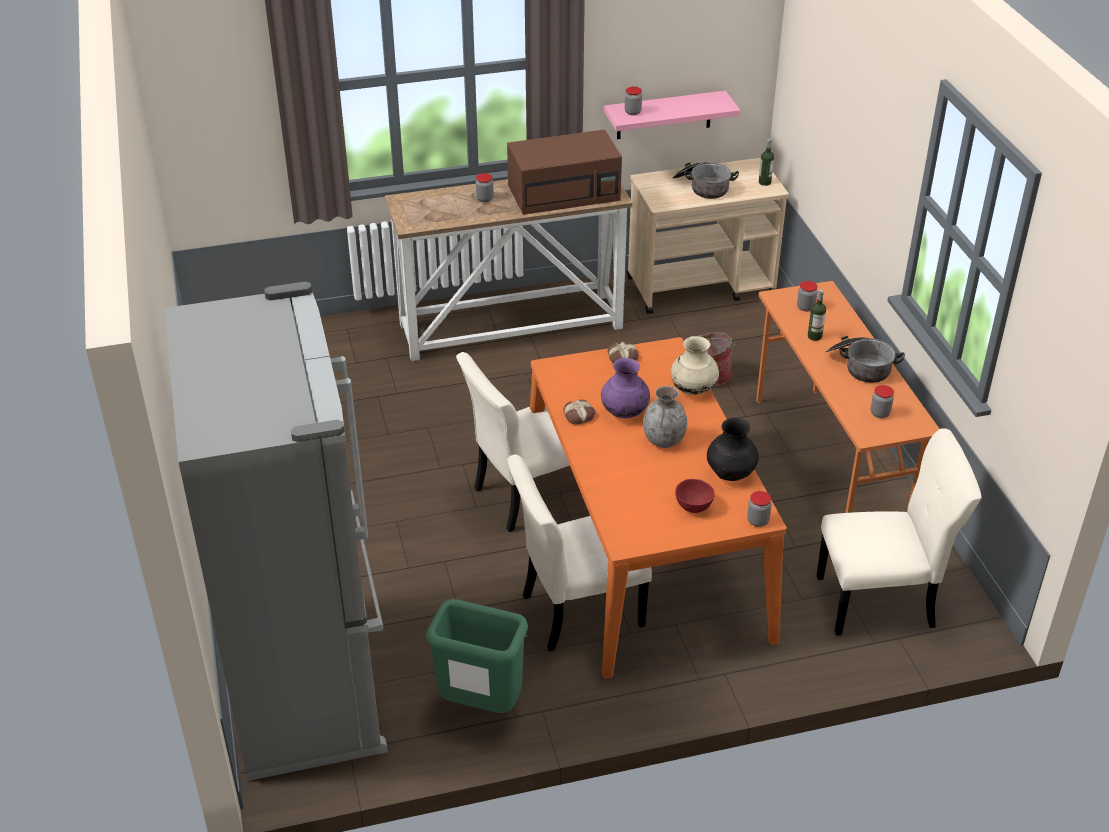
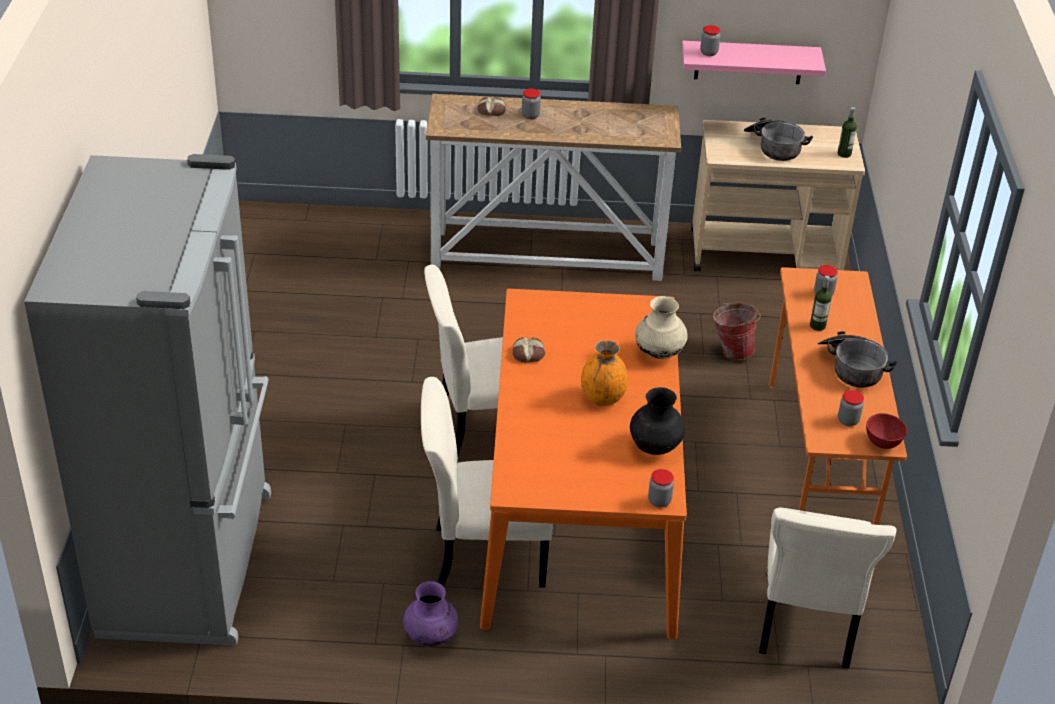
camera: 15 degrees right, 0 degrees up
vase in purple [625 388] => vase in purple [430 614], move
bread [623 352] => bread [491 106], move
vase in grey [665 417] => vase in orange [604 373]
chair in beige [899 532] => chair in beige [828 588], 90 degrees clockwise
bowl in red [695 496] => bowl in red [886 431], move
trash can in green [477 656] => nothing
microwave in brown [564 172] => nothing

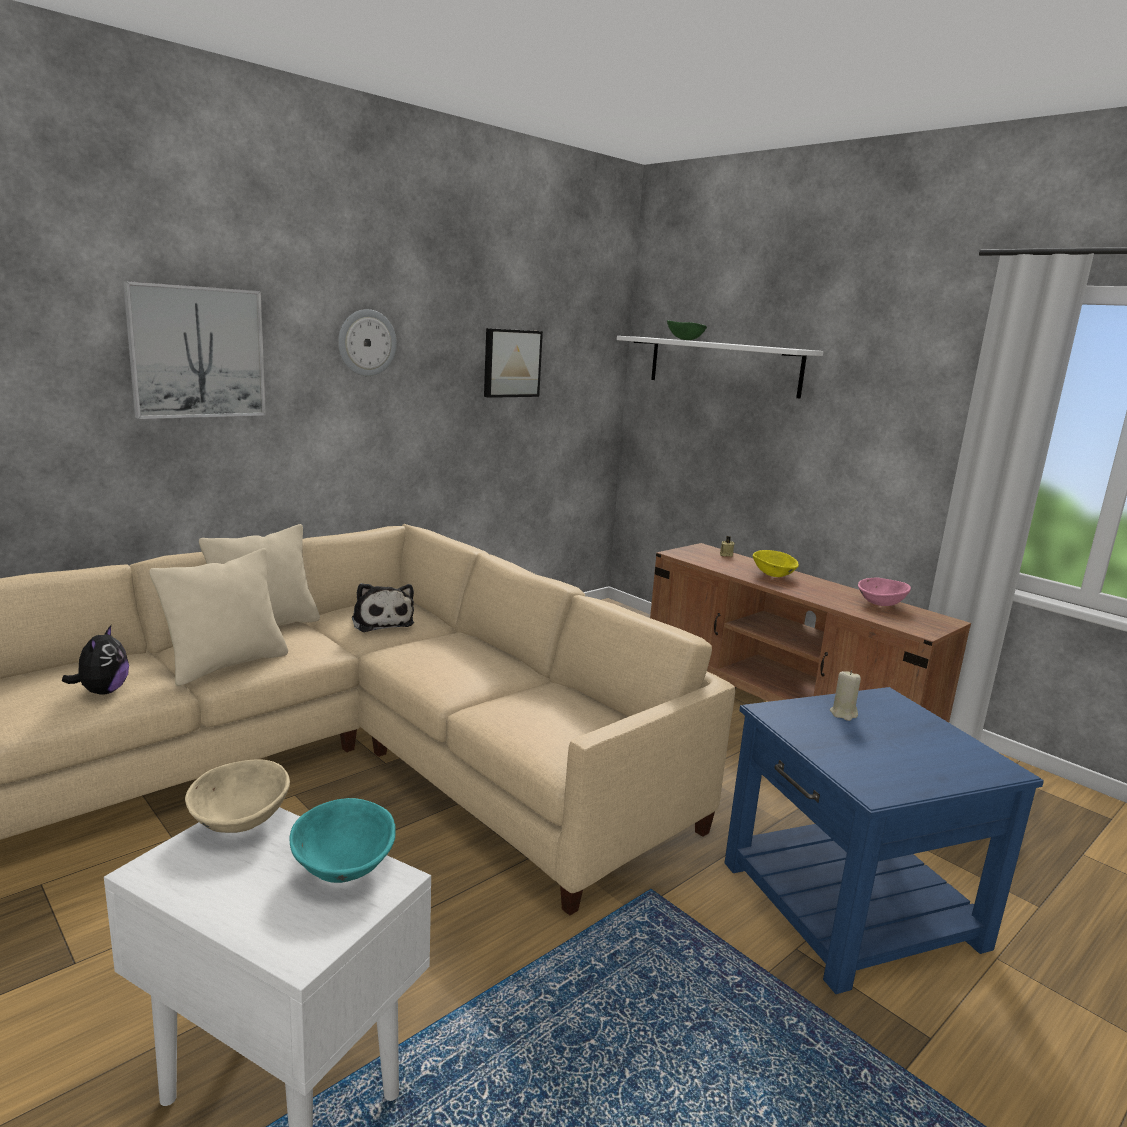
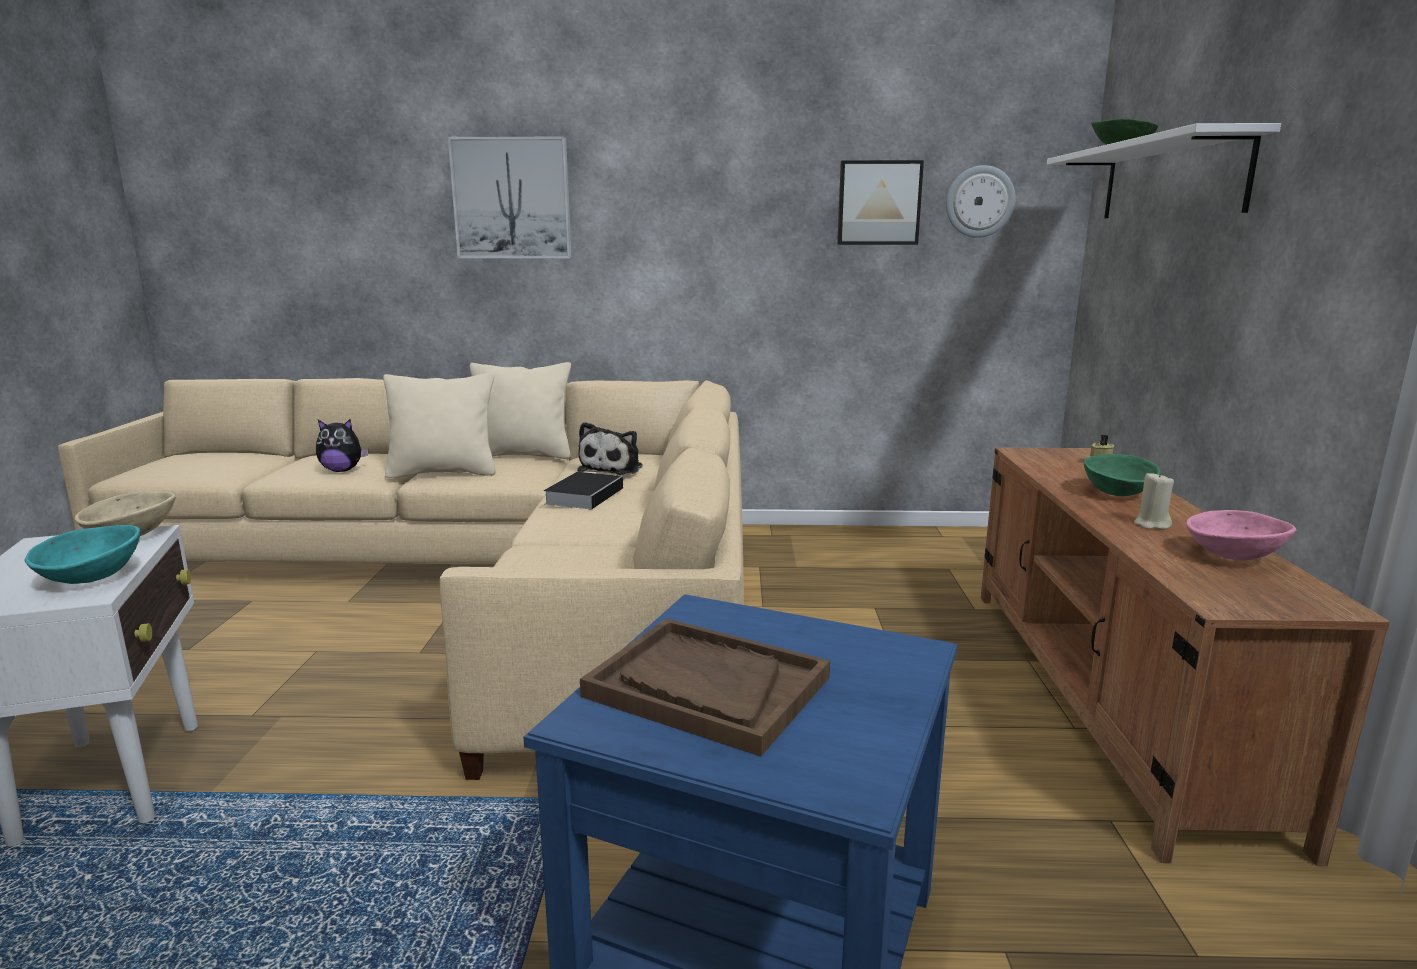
camera: 45 degrees right, 0 degrees up
plush toy [95 660] => plush toy [342 445], 45 degrees clockwise
nothing => book [583 491]
nothing => tray in brown [705 687]
wall clock [367 342] => wall clock [980 201], move
bowl in yellow [776 563] => bowl in green [1122 475]
candle in beige [845 696] => candle in beige [1154 500], move

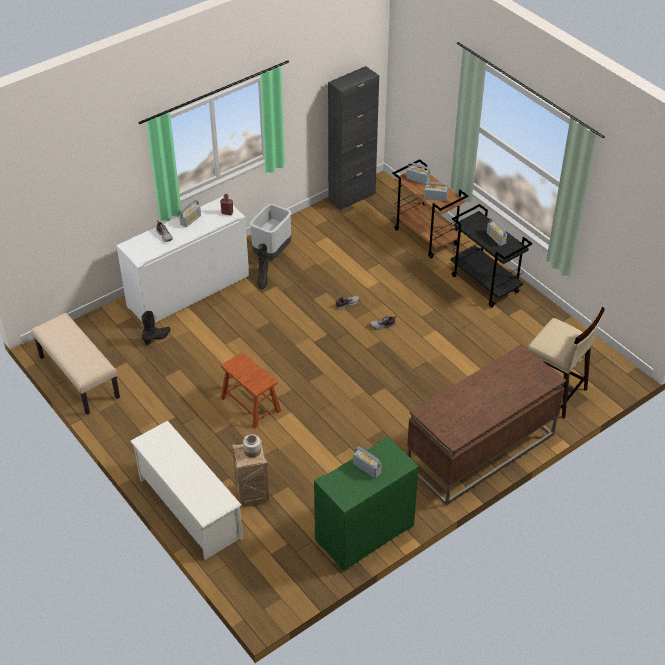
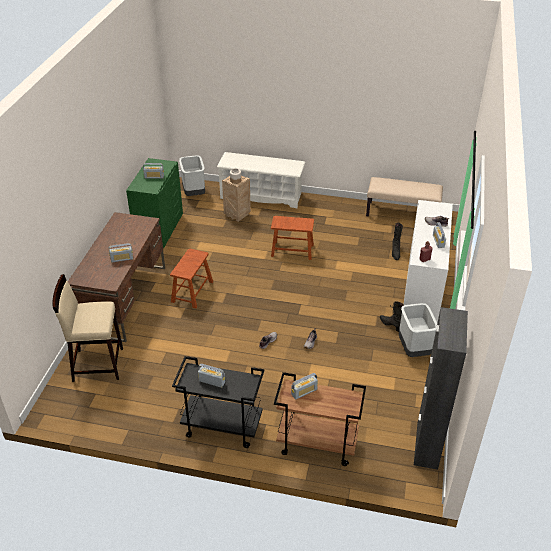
camera: 140 degrees right, 5 degrees down
radio [418 173] => radio [121 252], move
nothing => stool in brown [191 278]
nothing => trash can in grey [192 175]

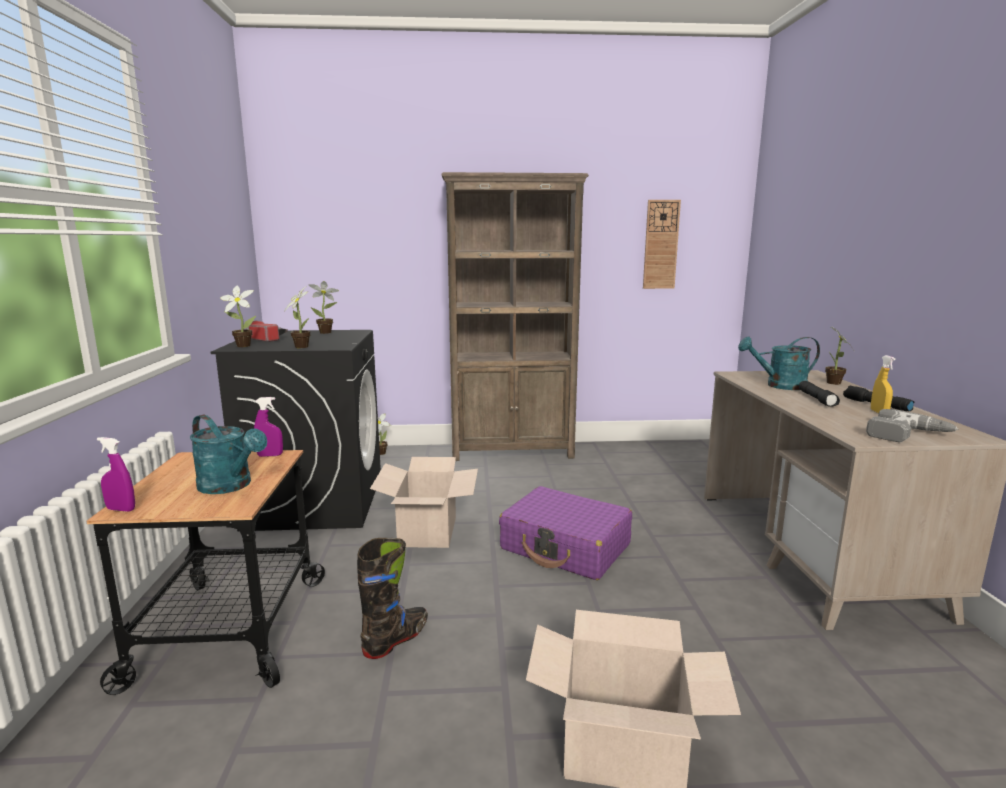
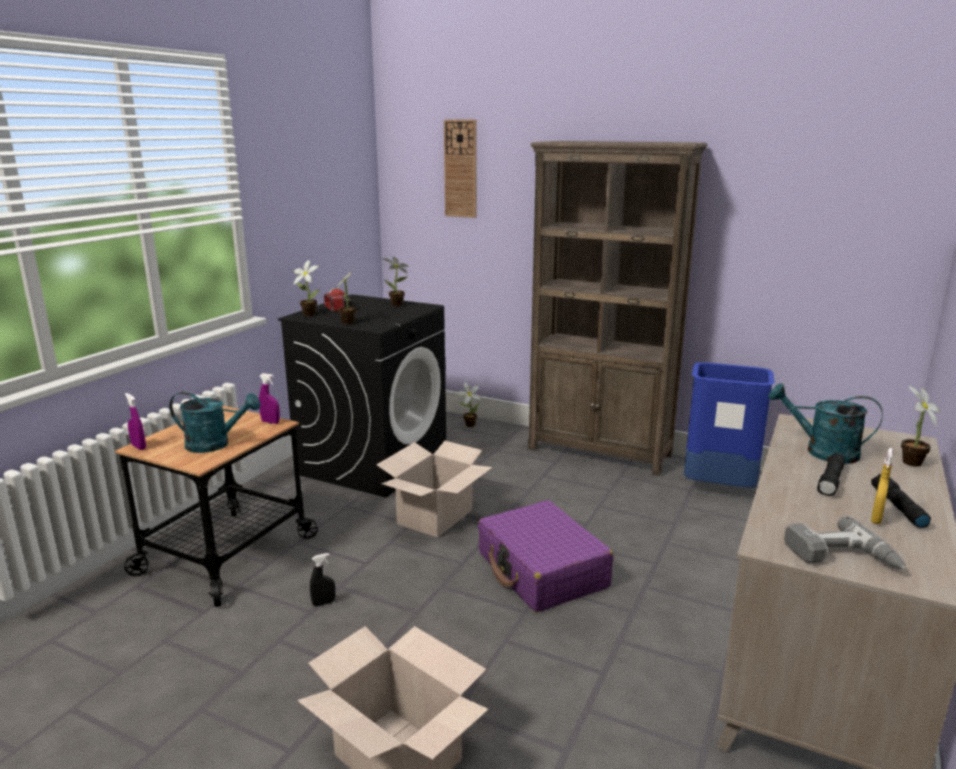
camera: 30 degrees right, 5 degrees up
watering can in turquoise [228 454] => watering can in turquoise [214 422], 60 degrees counterclockwise
boot in black [392 598] => spray bottle in black [322 579]
wall clock [662 244] => wall clock [460 169], move
nothing => trash can in blue [729 425]

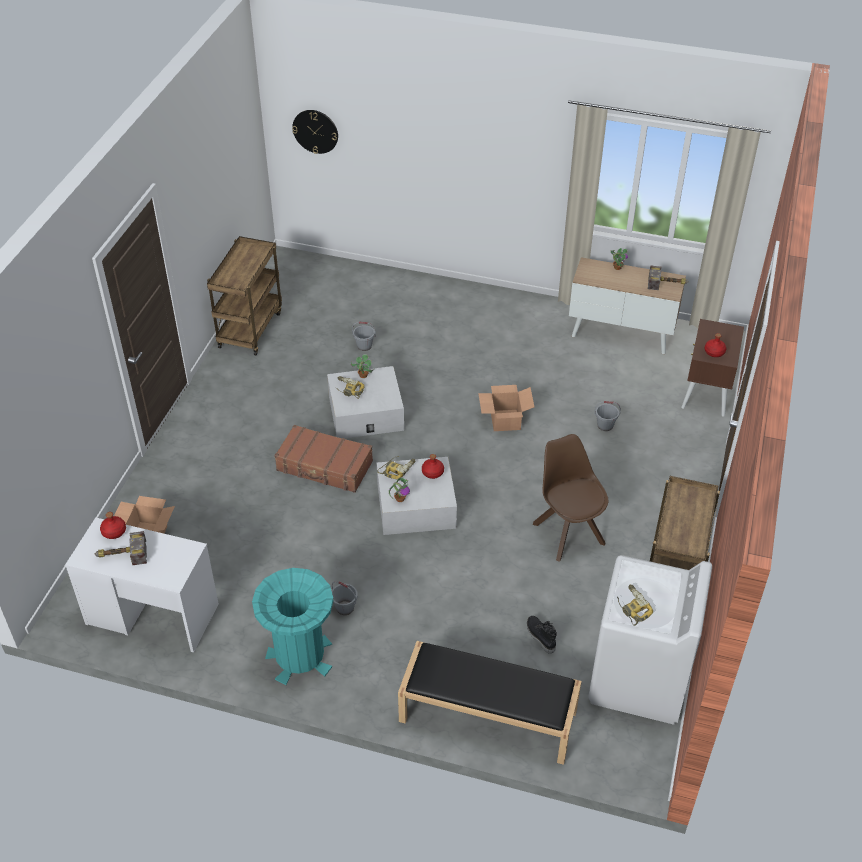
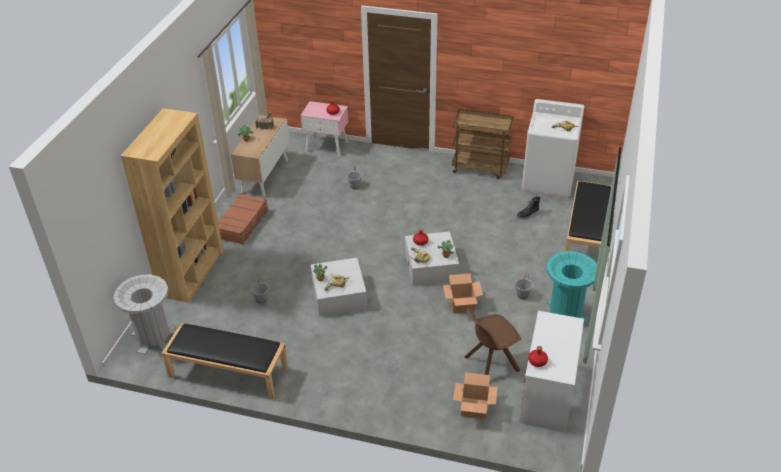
camera: 90 degrees left, 5 degrees down
nothing => trash can in grey [144 314]
nothing => bookcase in brown [172 205]
cart in brown [244 295] => bench in black [225 361]
suitcase in brown [323 459] => suitcase in brown [243 218], move
nightstand in brown [712 368] => nightstand in pink [324 129]
cardboard box [506 408] => cardboard box [463 293], move
chair in brown [570 498] => chair in brown [492 341], move
hammer [121 548] => nothing
wall clock [315 132] => nothing

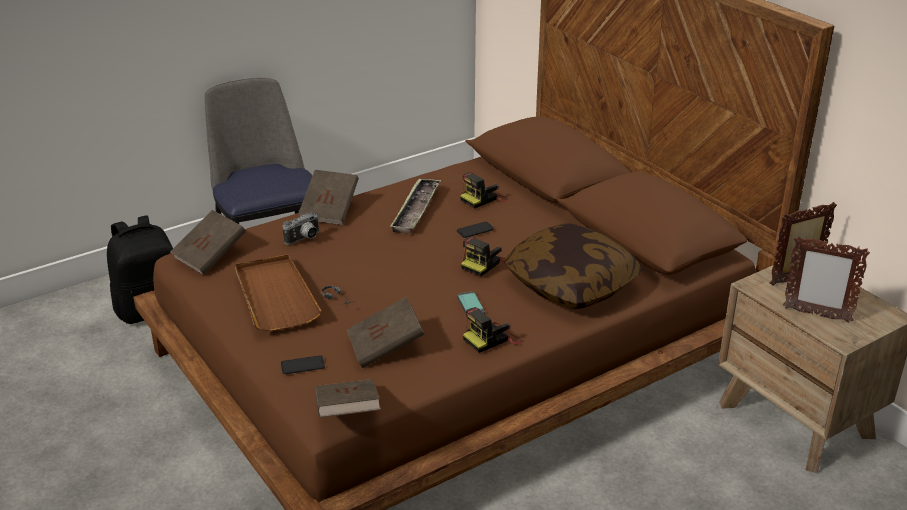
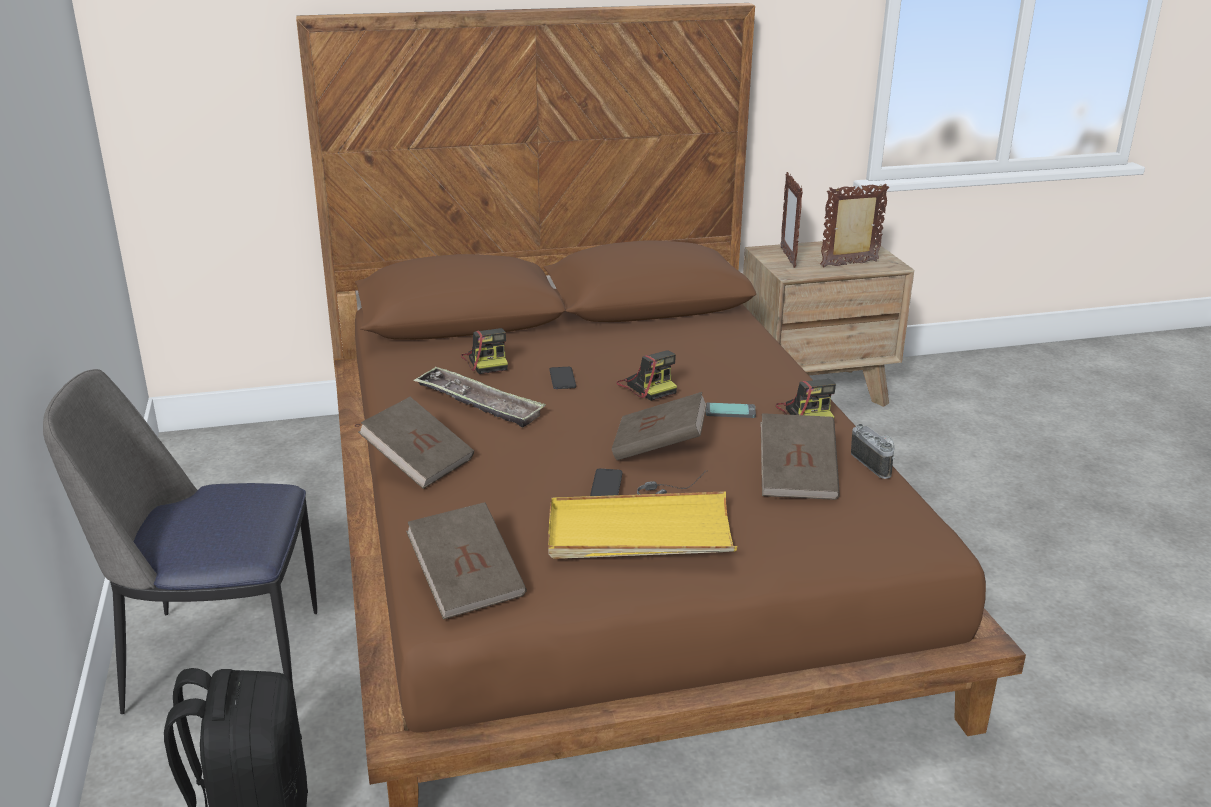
camera: 70 degrees left, 5 degrees down
tray in brown [278 292] => tray in yellow [642 525]
phone [303 364] => phone [606 482], move
book in brown [348 398] => book in brown [659 426], move
picture frame [826 279] => picture frame [854 225], 150 degrees counterclockwise
photo camera [301 228] => photo camera [873 451], move
pillow [572 266] => nothing

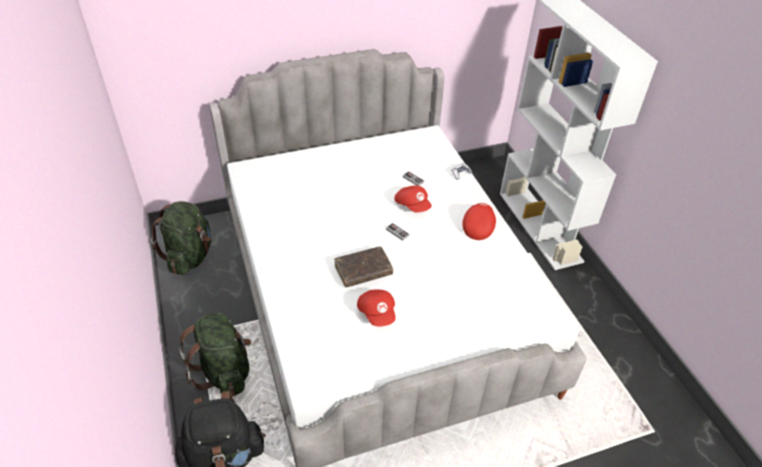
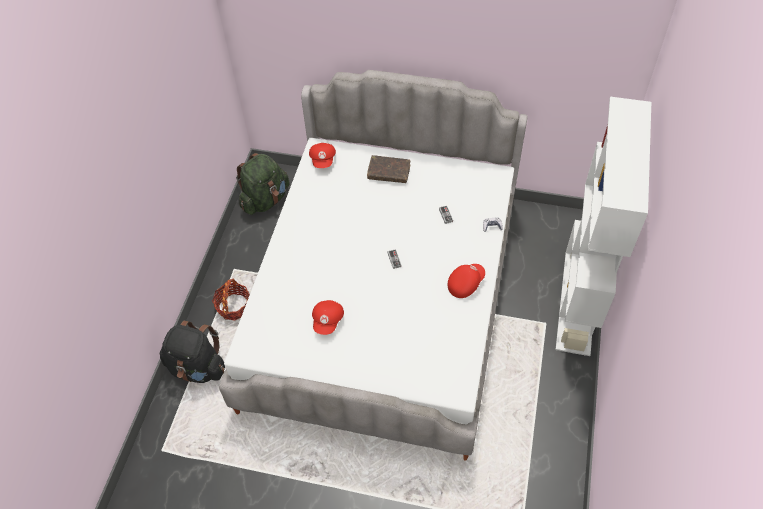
camera: 35 degrees right, 10 degrees up
backpack in green [215 355] => basket [231 300]
cap in red [413 199] => cap in red [322 155], move
book in brown [363 266] => book in brown [388 169], move

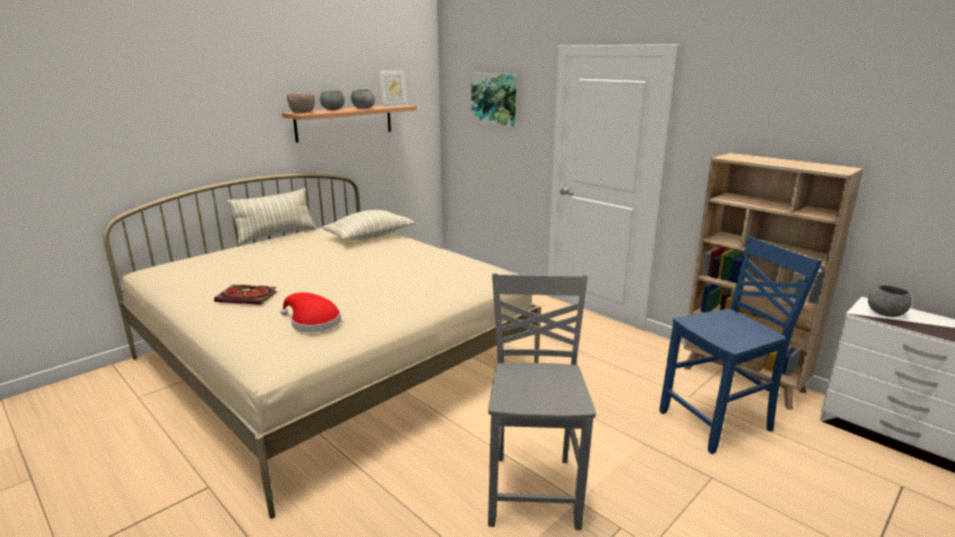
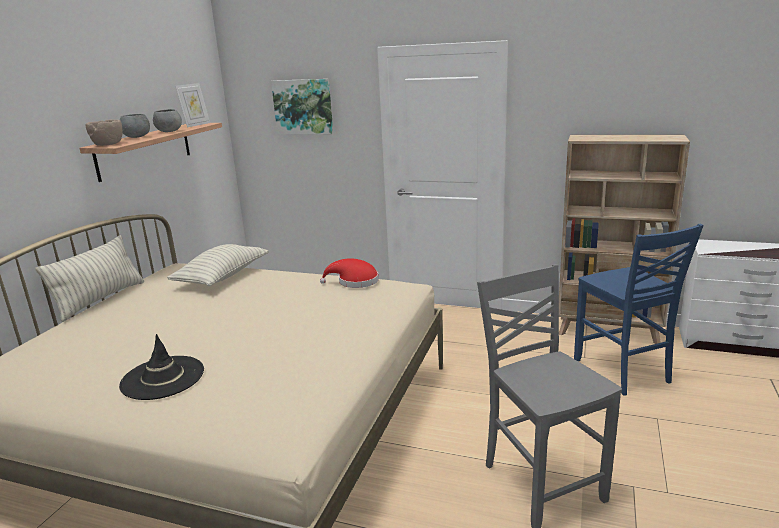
camera: 25 degrees left, 0 degrees up
book [245 295] => hat in black [161 367]
hat in red [310 312] => hat in red [349 273], move
chair in blue [740 345] => chair in blue [639 310], 120 degrees clockwise
bowl in grey [890 301] => nothing

